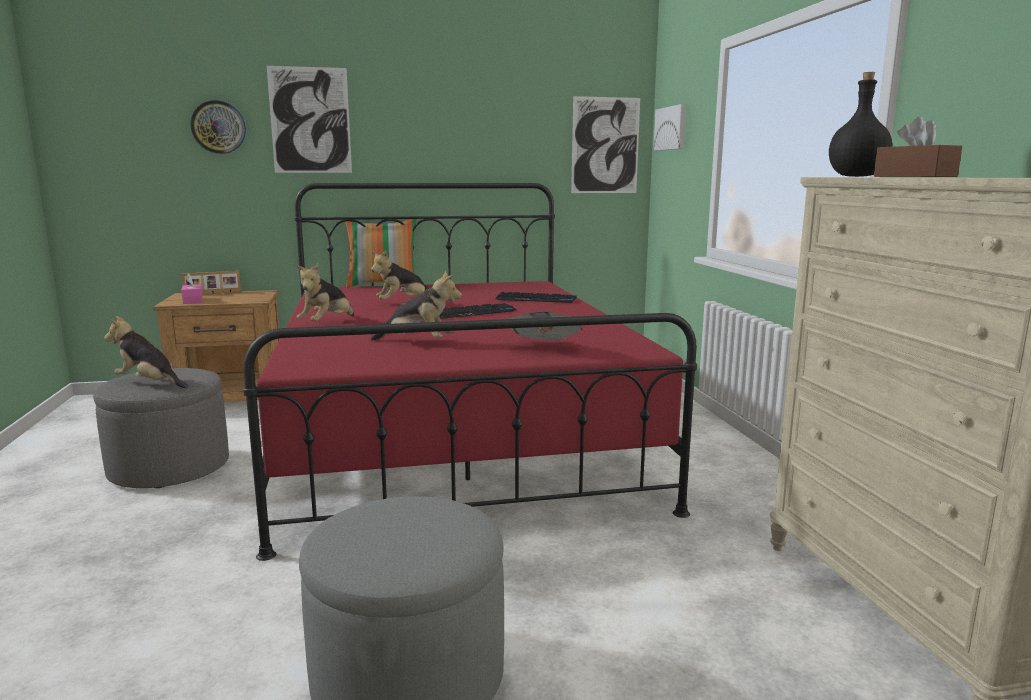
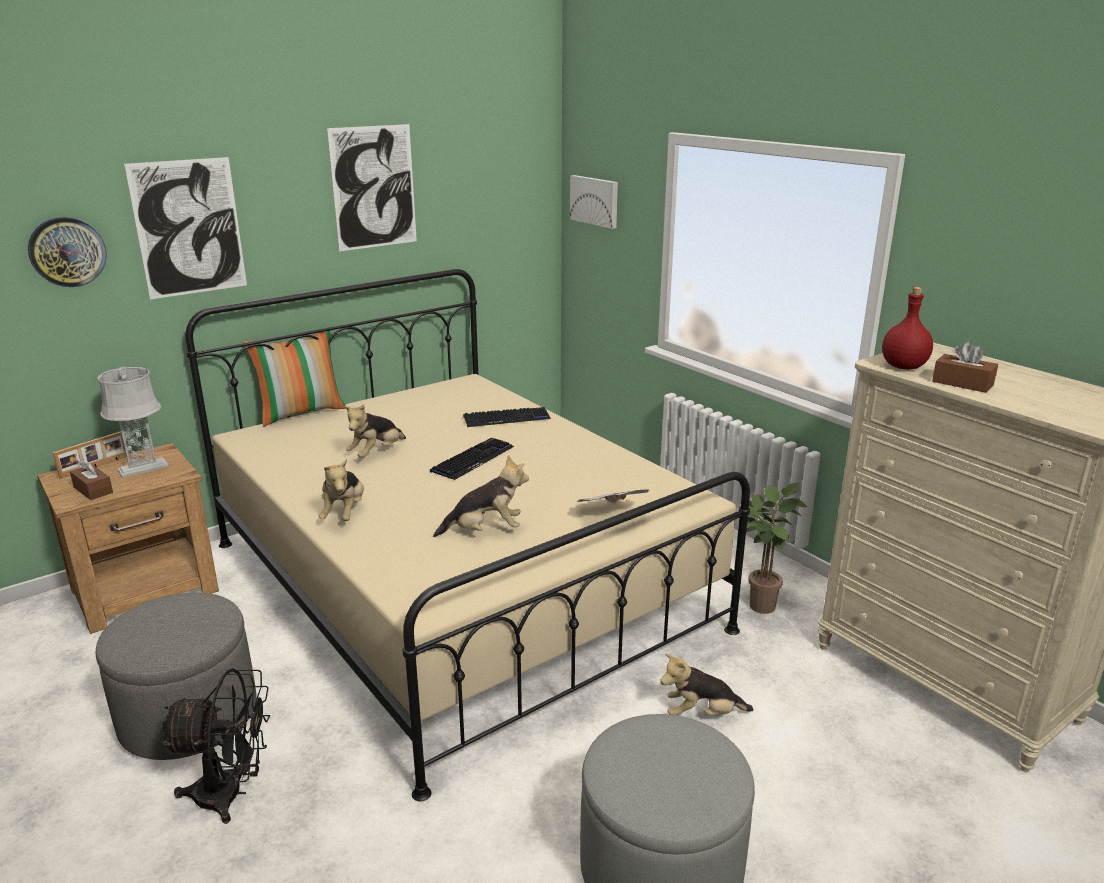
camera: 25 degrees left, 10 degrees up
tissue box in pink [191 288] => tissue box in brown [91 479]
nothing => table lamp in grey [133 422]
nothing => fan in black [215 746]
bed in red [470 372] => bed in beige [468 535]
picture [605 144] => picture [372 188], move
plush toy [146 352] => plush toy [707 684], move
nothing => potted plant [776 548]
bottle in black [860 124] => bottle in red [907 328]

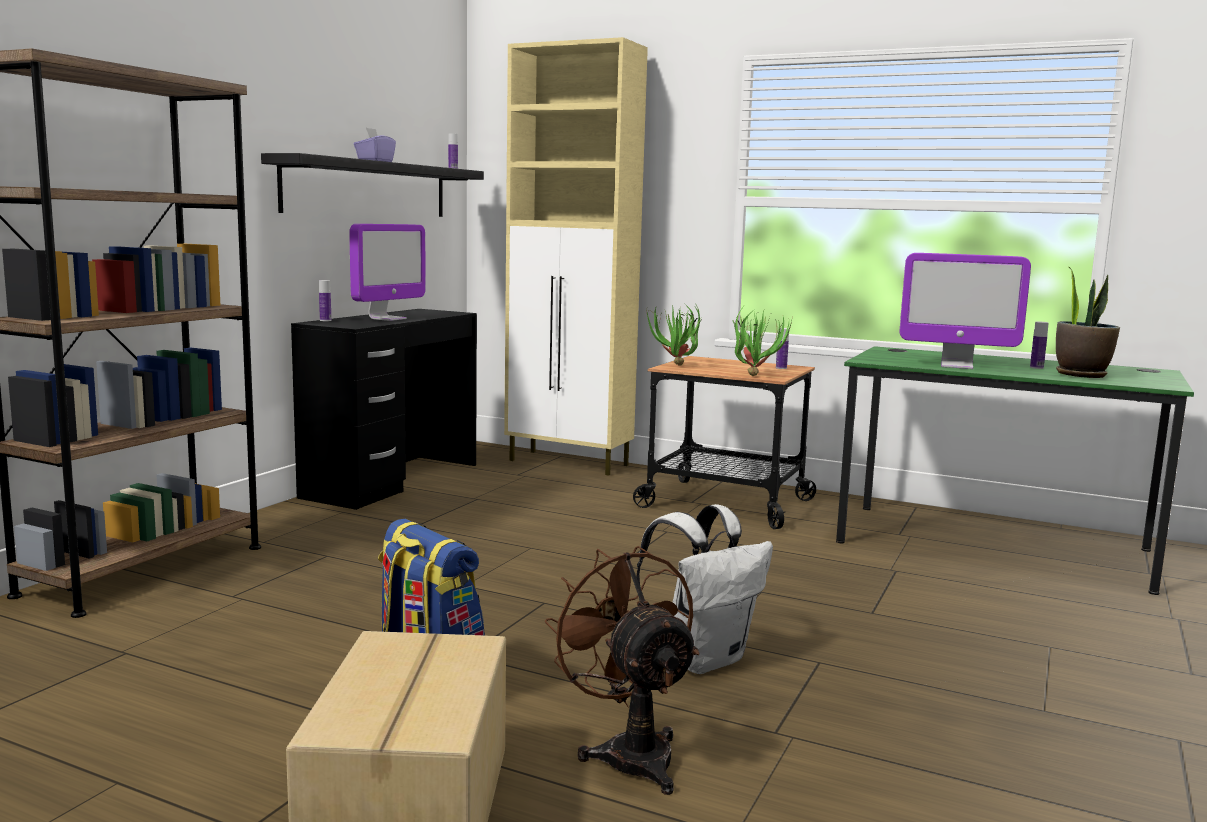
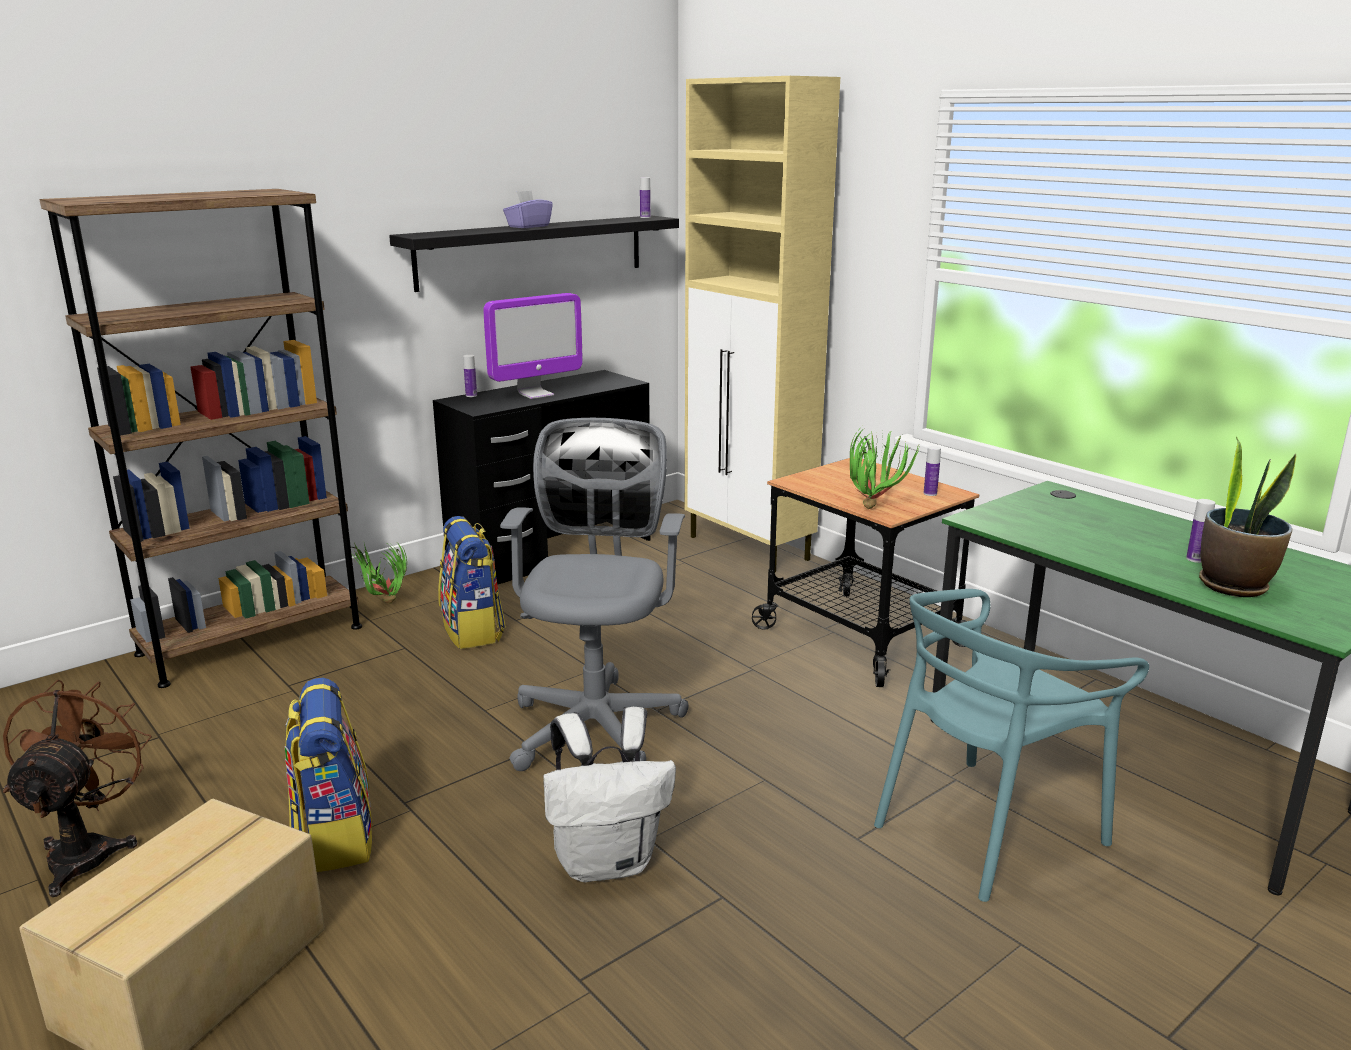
camera: 25 degrees right, 10 degrees up
fan in brown [622 670] => fan in brown [77 788], move
potted plant [675 333] => potted plant [379 572], move
nothing => backpack [472 582]
nothing => office chair in grey [594 594]
nothing => chair in turquoise [1011 745]
monitor [965 311] => nothing

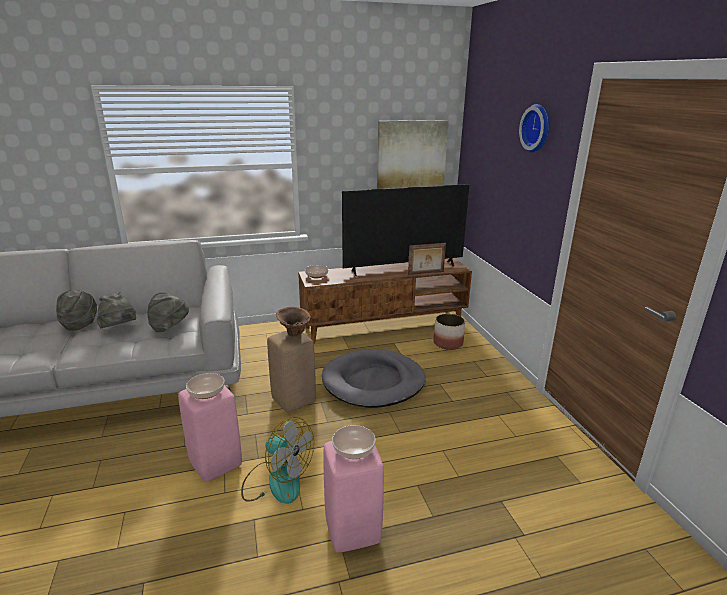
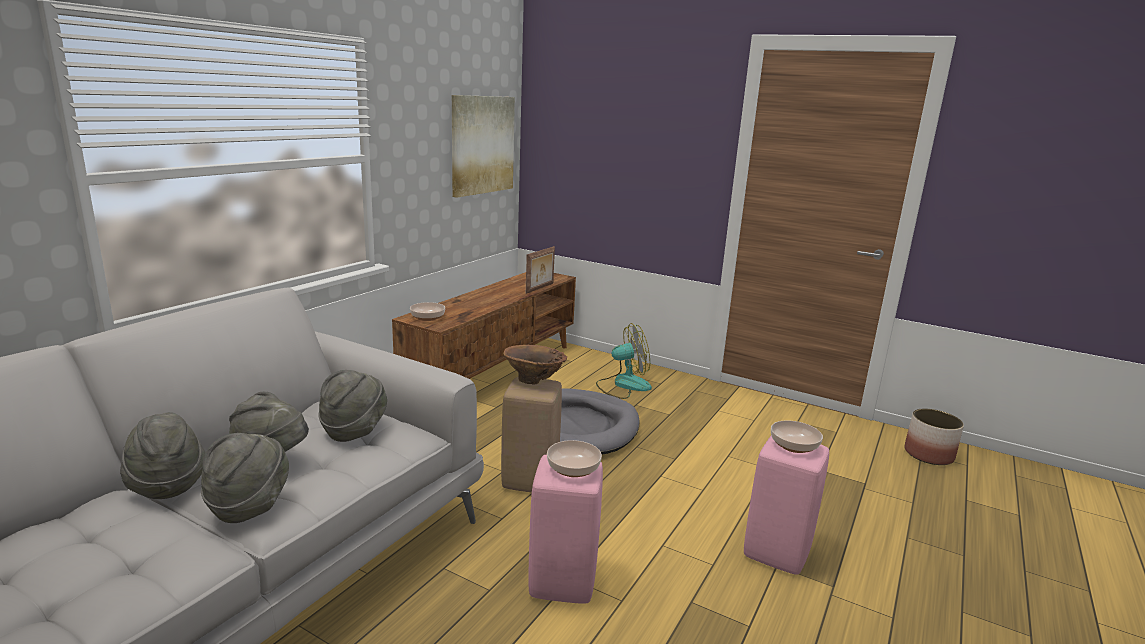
camera: 45 degrees left, 5 degrees down
nothing => hat in grey [245 478]
fan [277 460] => fan [624 361], move
planter [449 332] => planter [934 437], move
television [405 230] => nothing
wall clock [534 128] => nothing

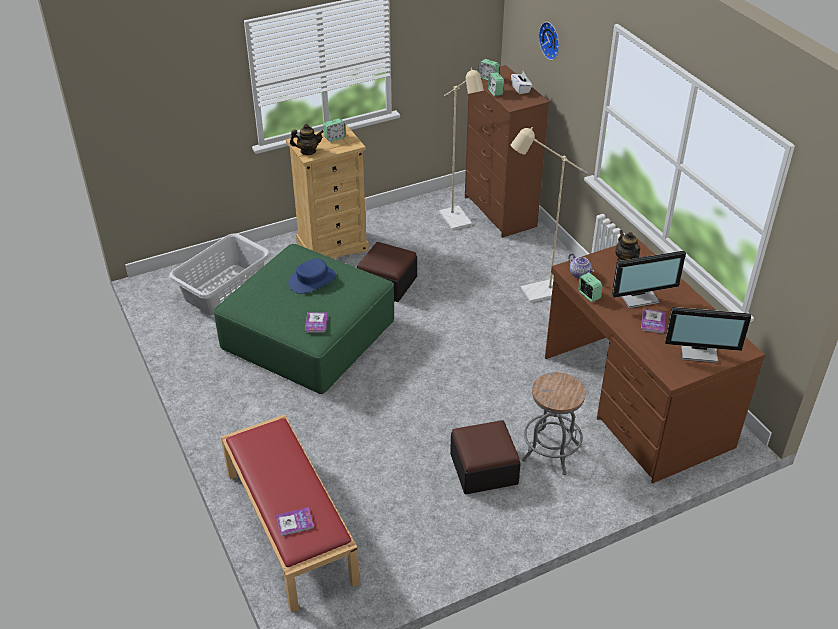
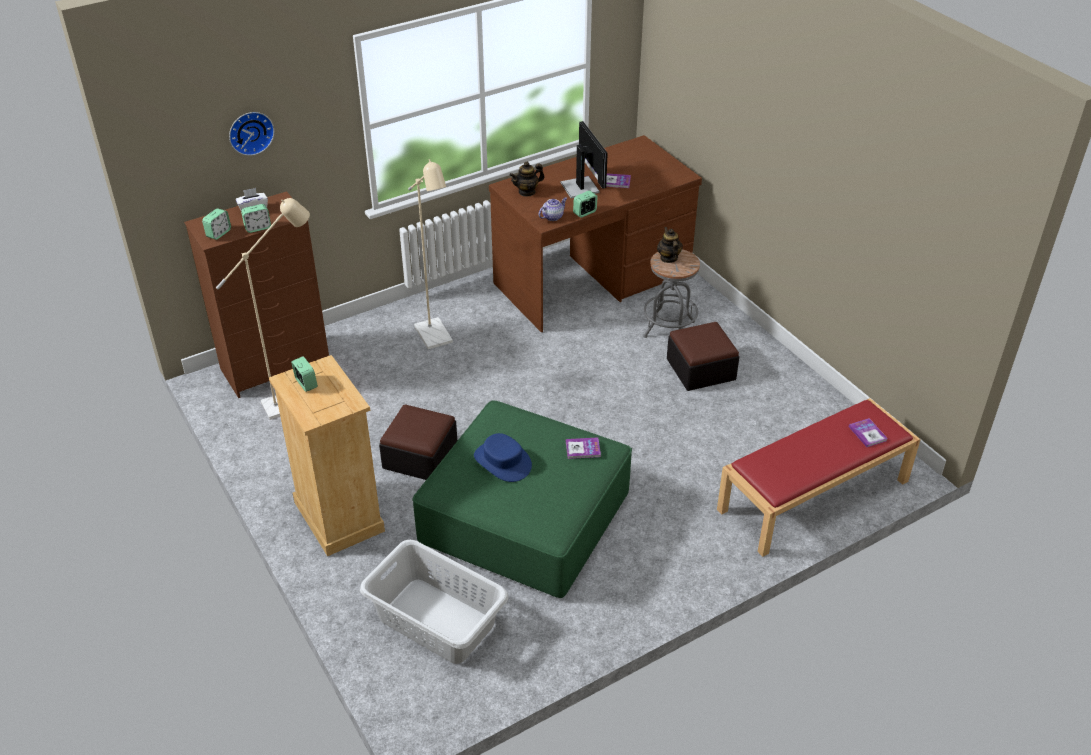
camera: 95 degrees left, 0 degrees up
teapot [307 139] => teapot [670 245], move
monitor [708 335] => nothing

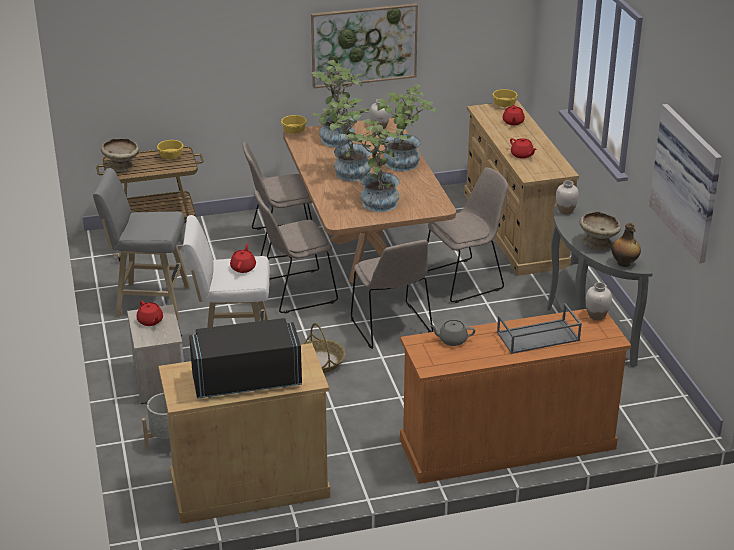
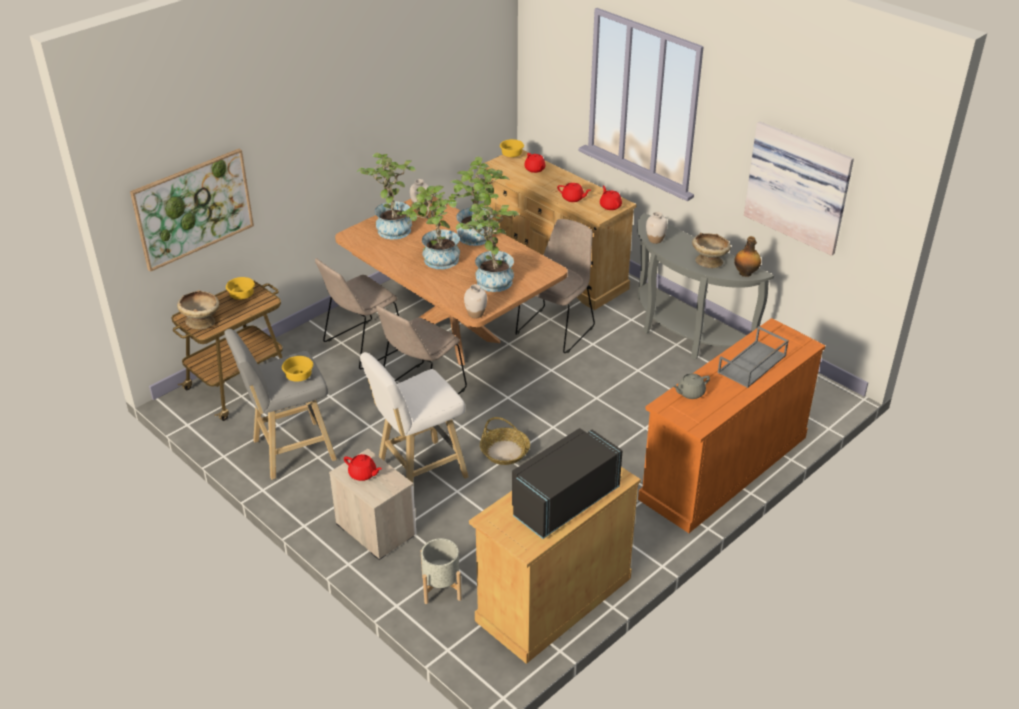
camera: 30 degrees left, 5 degrees up
picture [364 45] => picture [192 210], move
bowl in yellow [294 124] => bowl in yellow [297 369], move
vase in white [599 301] => vase in white [475 301], move
teapot in red [243 258] => teapot in red [611 198], move
chair in beige [392 294] => nothing

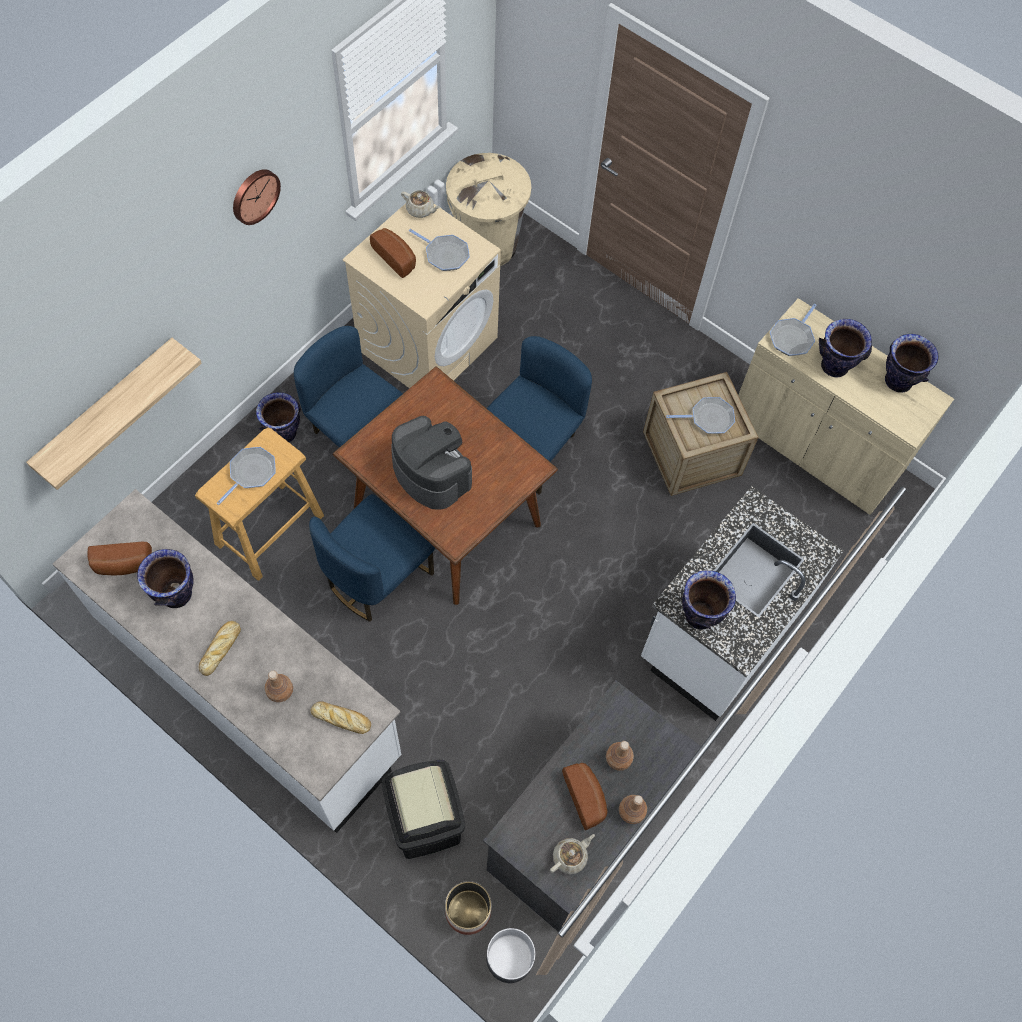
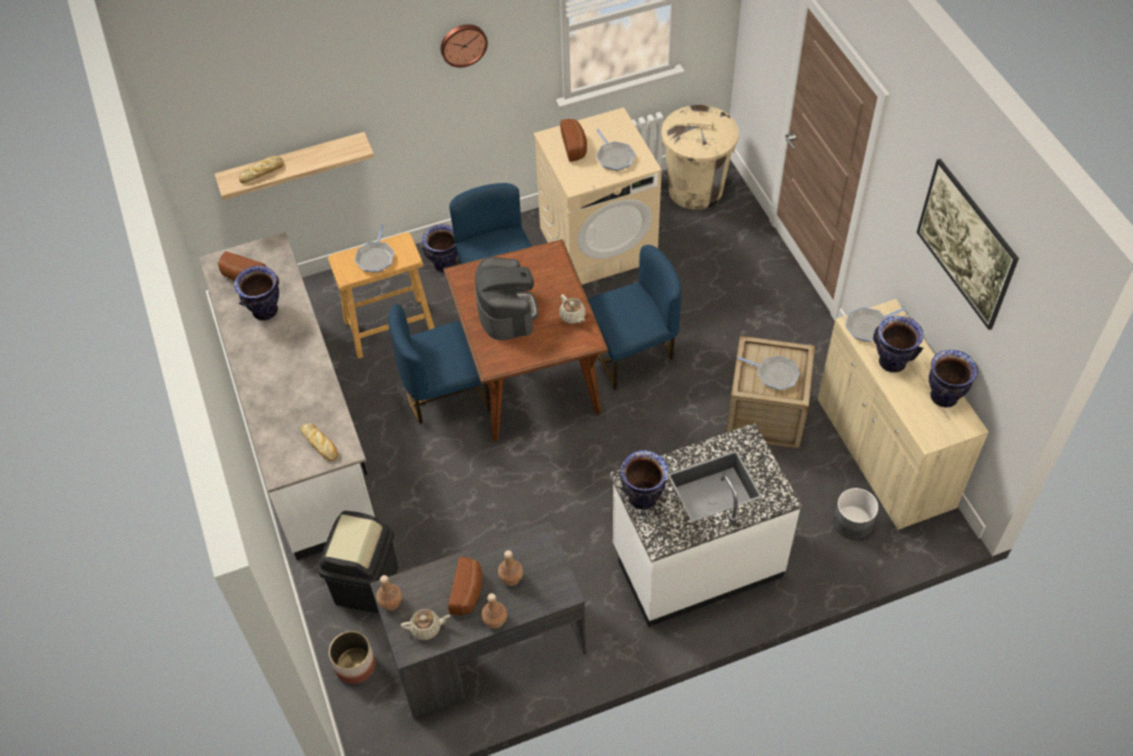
camera: 35 degrees right, 10 degrees down
bread [220 648] => bread [261 169], move
frying pan [246 476] => frying pan [374 248], 120 degrees clockwise
bottle in brown [279 686] => bottle in brown [389 593], move
teapot in beige [421 204] => teapot in beige [572 308], move
planter in grey [511 955] => planter in grey [856 514], move
nothing => picture [967 244]

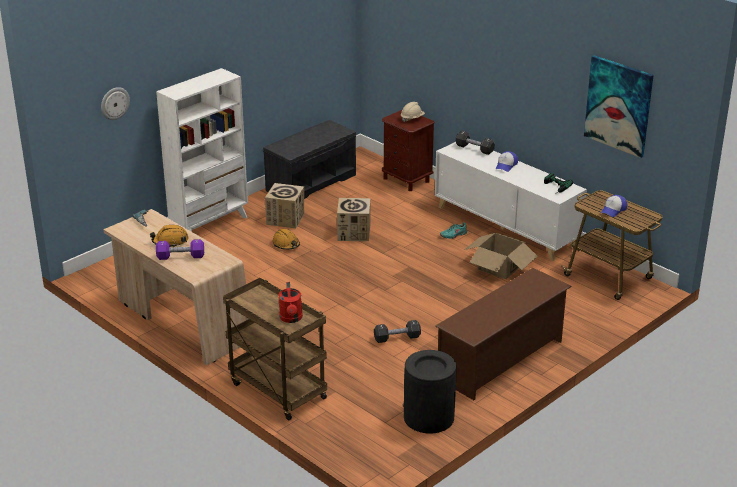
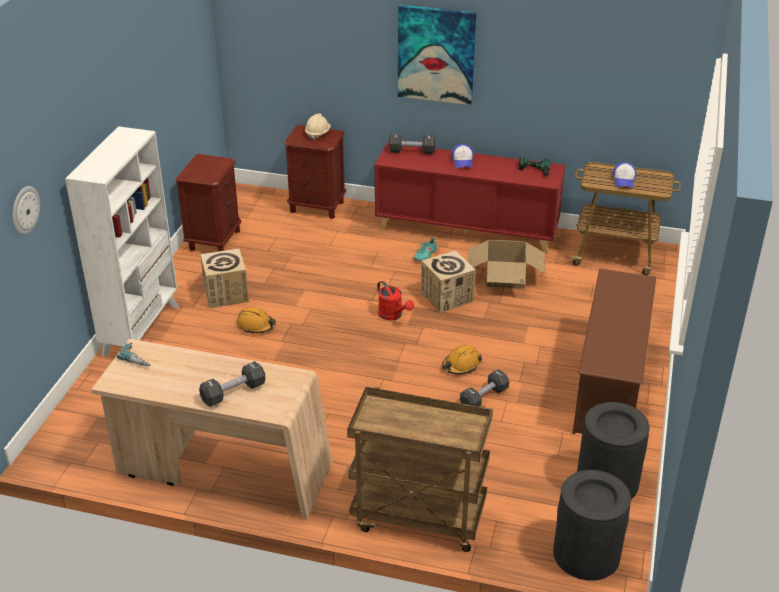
camera: 30 degrees left, 5 degrees up
bench in grey [309 159] => nightstand in brown [208 203]
dumbbell in purple [180 249] => dumbbell in black [232 384]
cabinet in white [511 201] => cabinet in red [470 197]
watering can in red [291 302] => watering can in red [395 301], move
picture [619 106] => picture [437 55], move
cardboard box [353 219] => cardboard box [448 281], move
hard hat in orange [169 236] => hard hat in orange [462 360], move
nothing => trash can in black [592 525]

